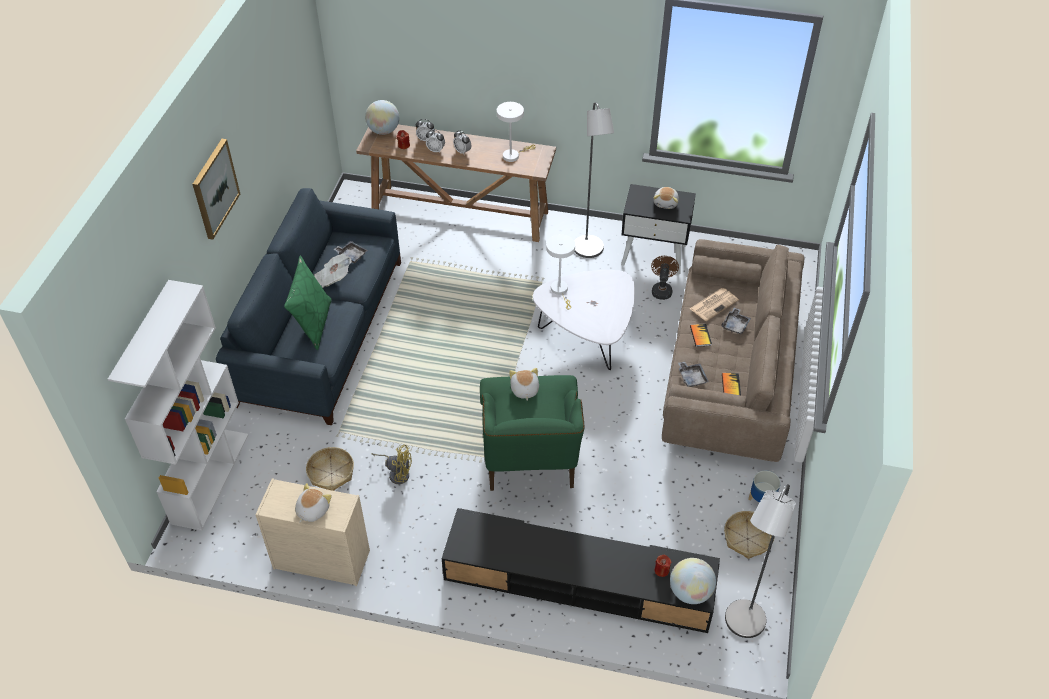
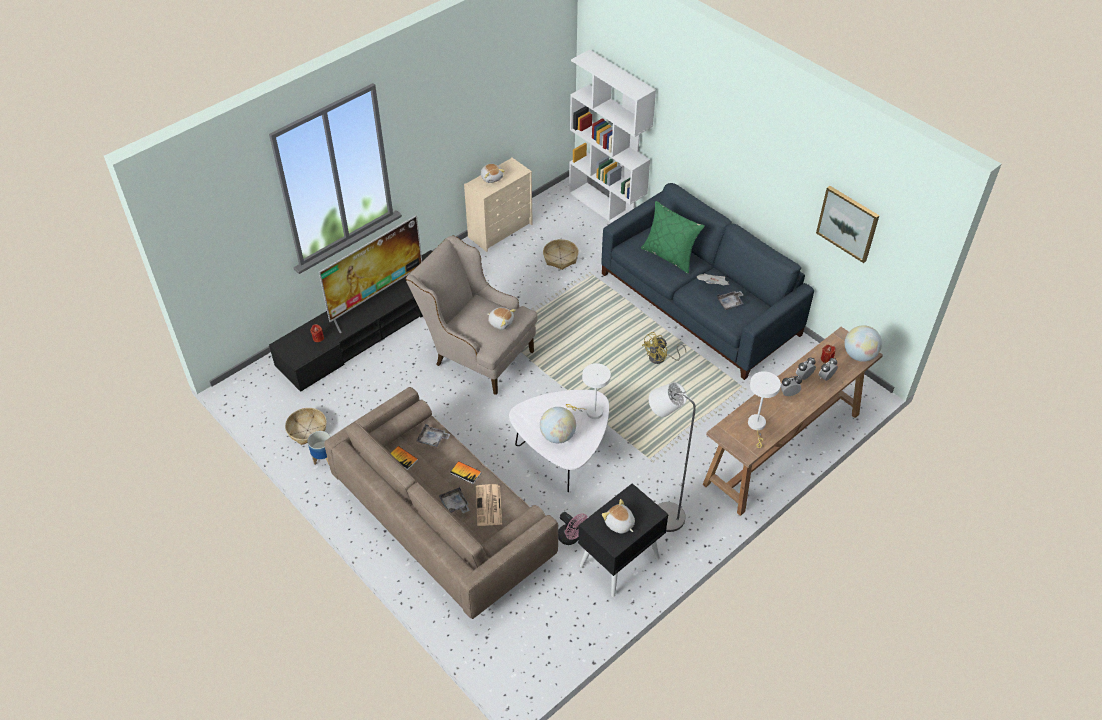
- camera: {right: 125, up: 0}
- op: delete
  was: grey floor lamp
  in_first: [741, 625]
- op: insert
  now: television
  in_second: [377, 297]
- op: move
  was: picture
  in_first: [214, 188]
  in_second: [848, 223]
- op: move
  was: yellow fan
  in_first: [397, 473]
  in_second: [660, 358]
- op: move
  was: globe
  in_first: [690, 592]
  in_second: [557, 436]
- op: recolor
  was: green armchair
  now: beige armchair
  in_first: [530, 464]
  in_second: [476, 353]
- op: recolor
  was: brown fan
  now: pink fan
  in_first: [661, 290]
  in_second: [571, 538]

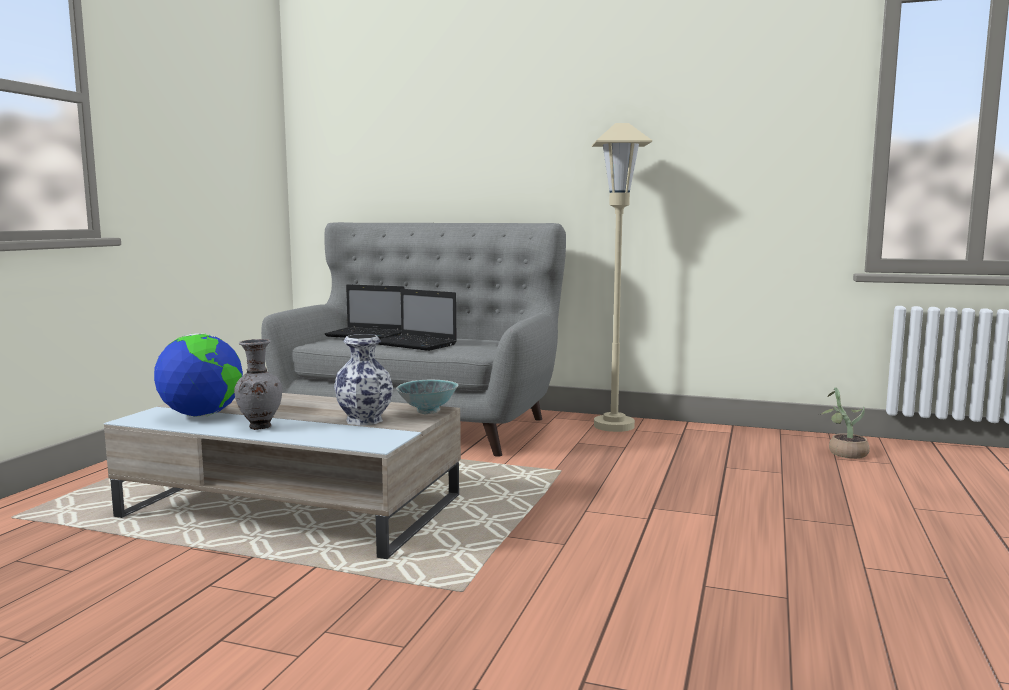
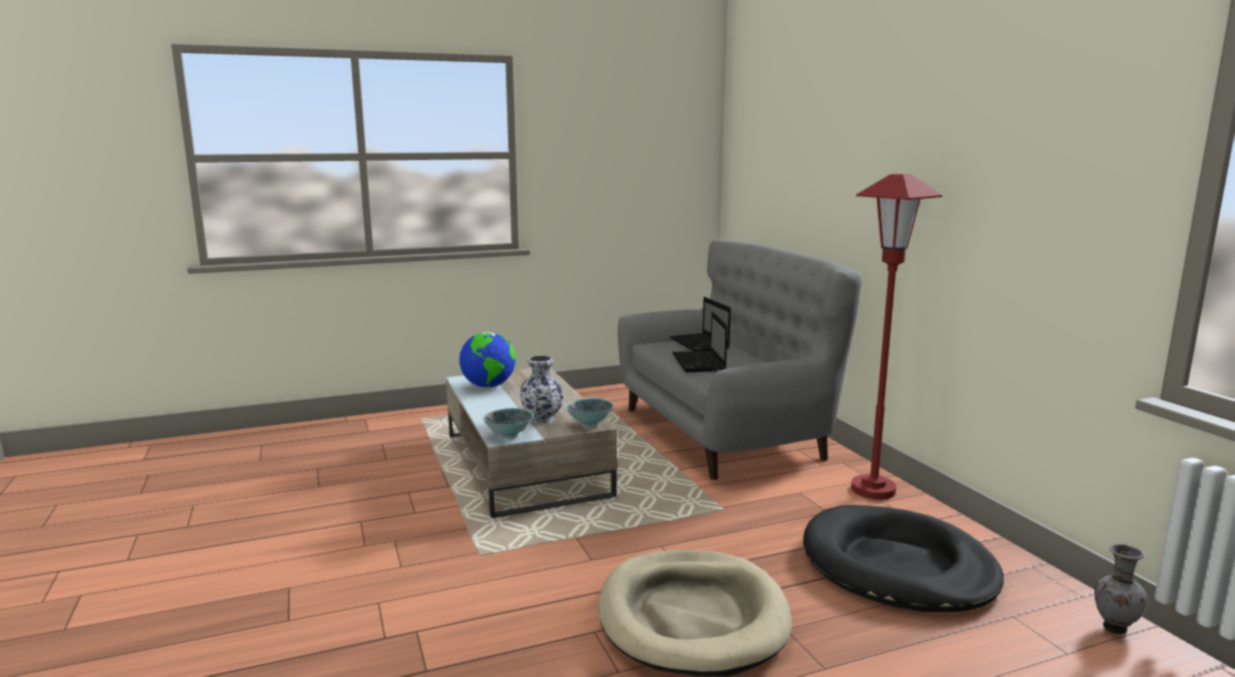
- camera: {right: 50, up: 5}
- op: delete
  was: potted plant
  in_first: [843, 453]
- op: insert
  now: bowl
  in_second: [509, 436]
- op: insert
  now: beige dog bed
  in_second: [692, 617]
- op: insert
  now: black dog bed
  in_second: [897, 566]
- op: move
  was: grey vase
  in_first: [259, 427]
  in_second: [1113, 627]
- op: recolor
  was: beige floor lamp
  now: red floor lamp
  in_first: [614, 426]
  in_second: [873, 490]

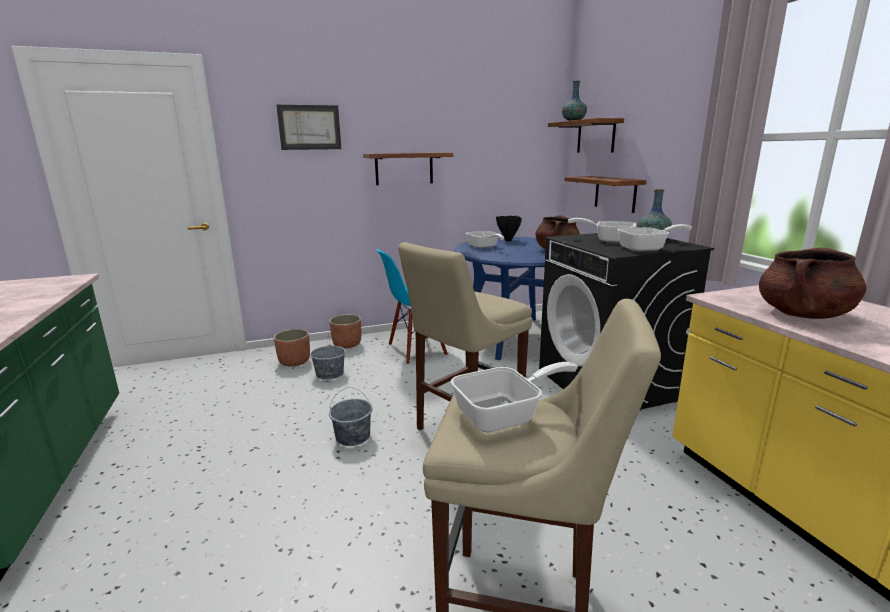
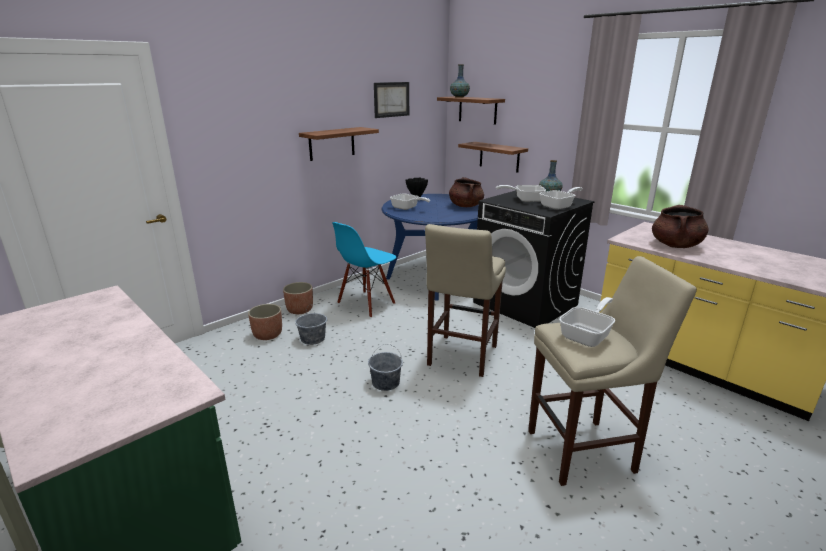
- camera: {right: -25, up: 5}
- op: move
  was: picture
  in_first: [309, 127]
  in_second: [391, 99]

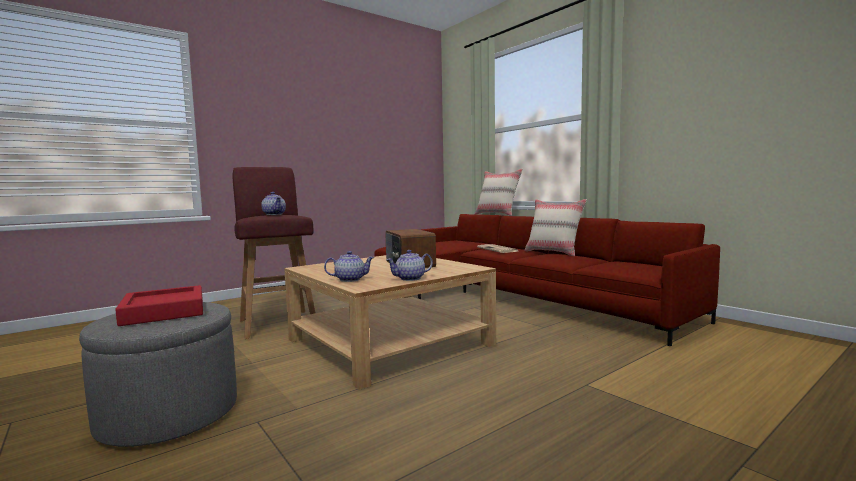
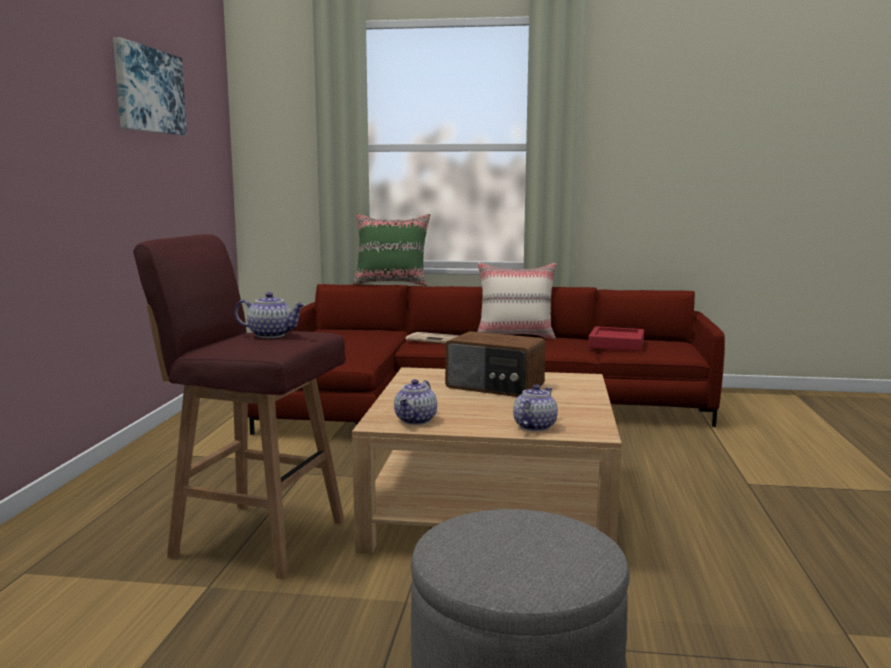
- camera: {right: -45, up: 5}
- op: insert
  now: picture
  in_second: [148, 90]
- op: move
  was: red tray
  in_first: [164, 312]
  in_second: [616, 344]
- op: move
  was: teapot
  in_first: [410, 278]
  in_second: [416, 420]
- op: recolor
  was: beige pillow
  now: green pillow
  in_first: [497, 214]
  in_second: [392, 284]

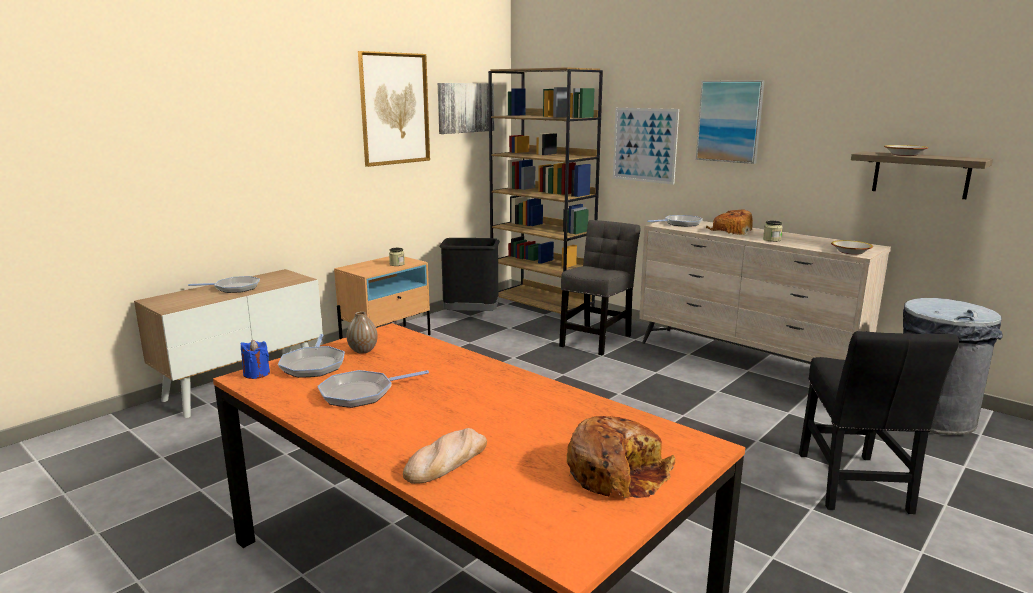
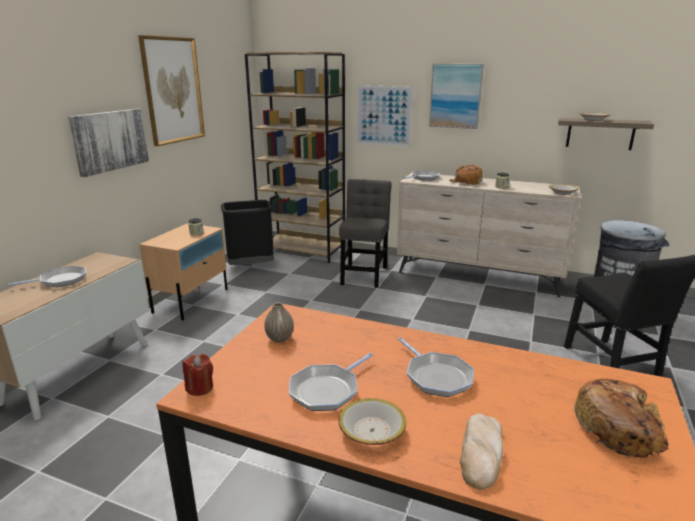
- camera: {right: -20, up: 5}
- op: insert
  now: bowl
  in_second: [372, 431]
- op: move
  was: frying pan
  in_first: [313, 365]
  in_second: [436, 376]
- op: move
  was: picture
  in_first: [465, 107]
  in_second: [110, 140]
- op: recolor
  was: blue candle
  now: red candle
  in_first: [256, 374]
  in_second: [199, 388]

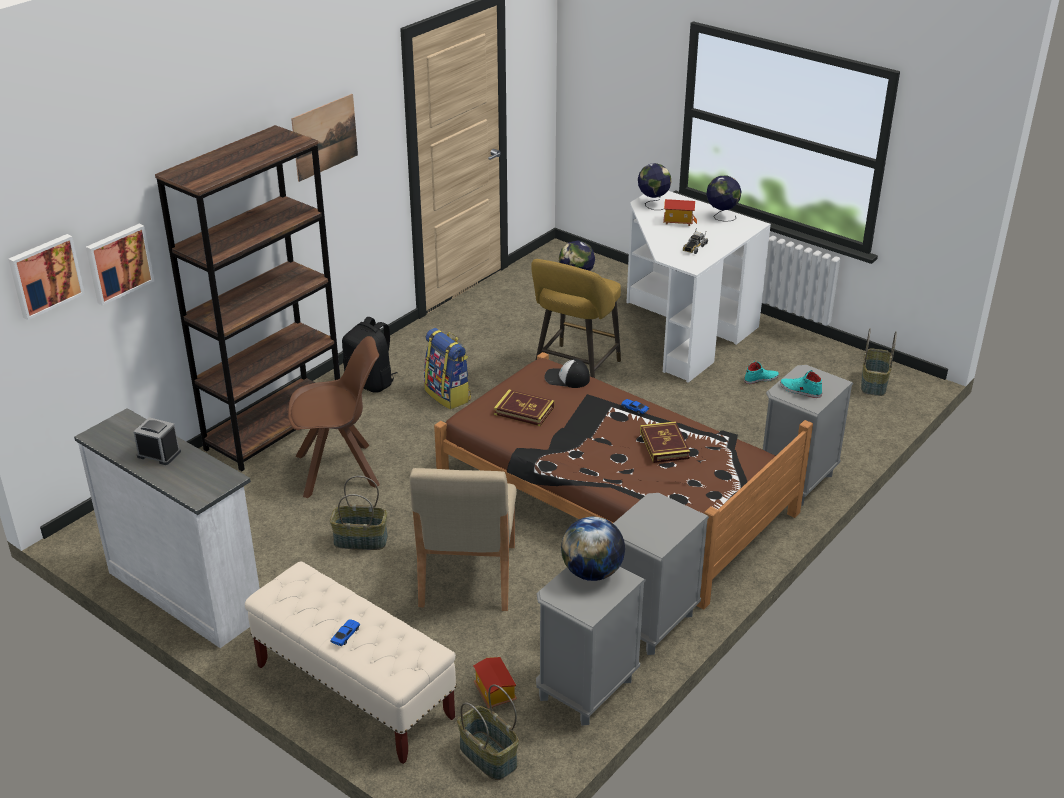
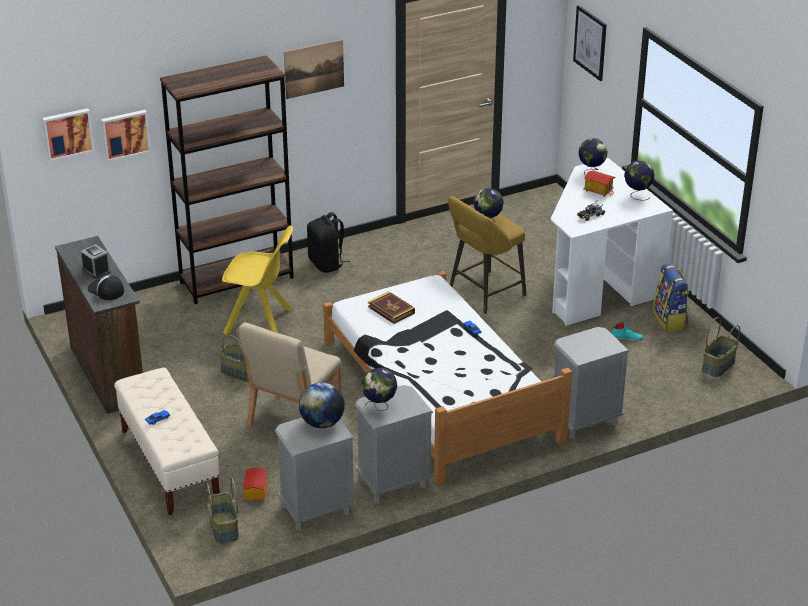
- camera: {right: 25, up: 0}
- op: delete
  was: book
  in_first: [664, 445]
- op: delete
  was: turquoise shoe
  in_first: [800, 390]
- op: insert
  now: globe
  in_second: [379, 407]
- op: insert
  now: picture
  in_second: [590, 42]
- op: move
  was: backpack
  in_first: [448, 395]
  in_second: [670, 320]
- op: move
  was: cap
  in_first: [567, 378]
  in_second: [106, 290]
- op: recolor
  was: white dresser
  now: brown dresser
  in_first: [186, 592]
  in_second: [109, 373]
- op: recolor
  was: brown chair
  now: yellow chair
  in_first: [340, 470]
  in_second: [260, 321]
- op: recolor
  was: brown bed
  now: white bed
  in_first: [614, 493]
  in_second: [440, 390]

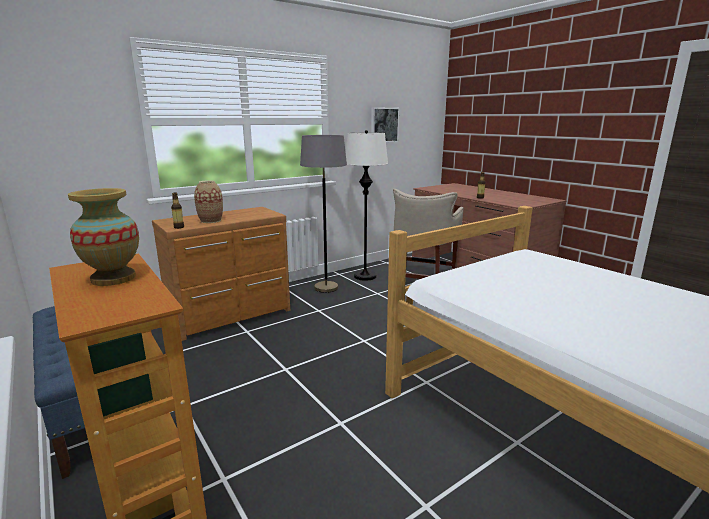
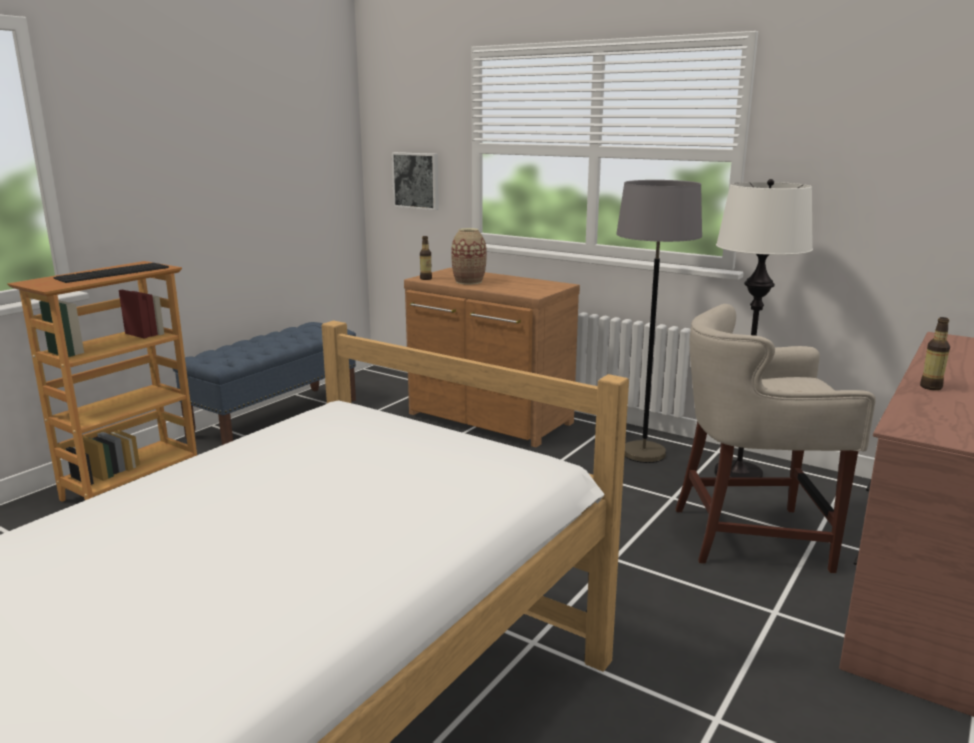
- camera: {right: 70, up: 0}
- op: move
  was: picture
  in_first: [383, 125]
  in_second: [417, 180]
- op: replace
  was: vase
  now: keyboard
  in_first: [113, 278]
  in_second: [113, 273]

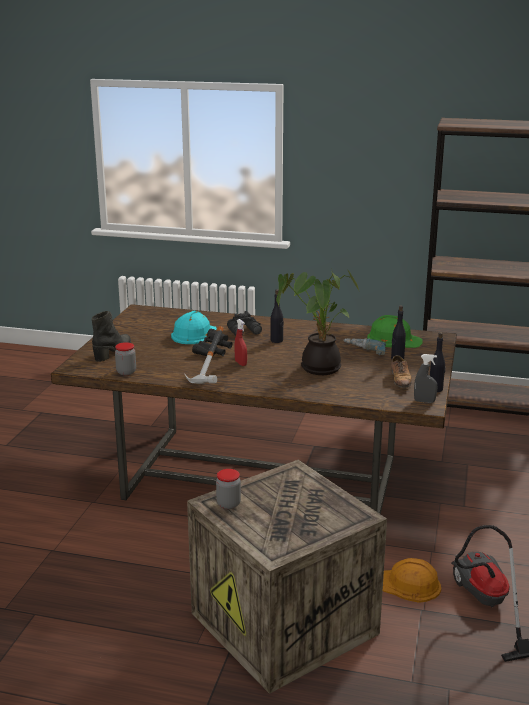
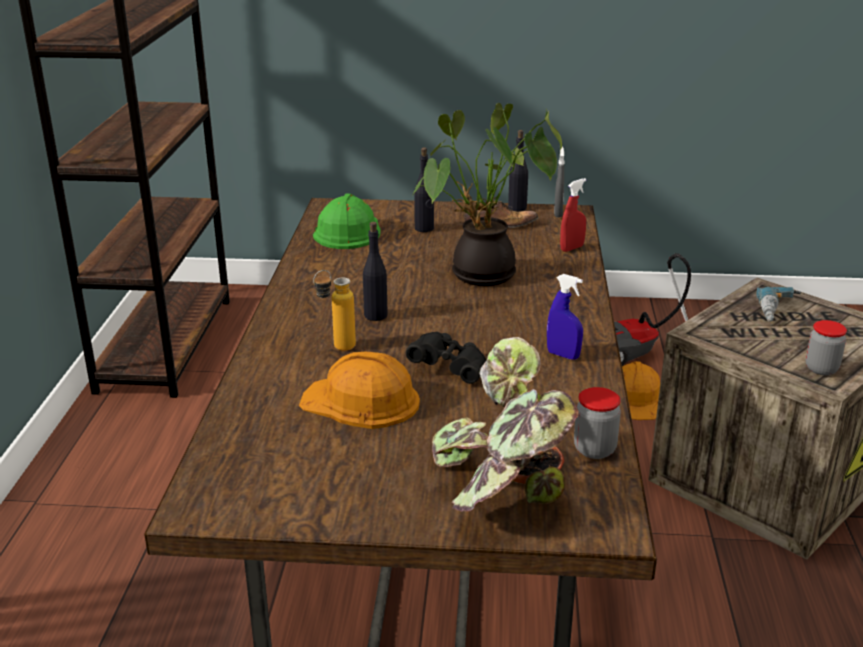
- camera: {right: -100, up: 5}
- op: move
  was: red spray bottle
  in_first: [240, 363]
  in_second: [572, 248]
- op: move
  was: power drill
  in_first: [363, 351]
  in_second: [780, 312]
- op: replace
  was: black boot
  now: potted plant
  in_first: [113, 352]
  in_second: [500, 488]
- op: replace
  was: hammer
  now: blue spray bottle
  in_first: [213, 376]
  in_second: [563, 355]
- op: replace
  was: black binoculars
  now: bottle
  in_first: [245, 331]
  in_second: [336, 348]
- op: recolor
  was: turquoise hard hat
  now: orange hard hat
  in_first: [194, 334]
  in_second: [361, 401]

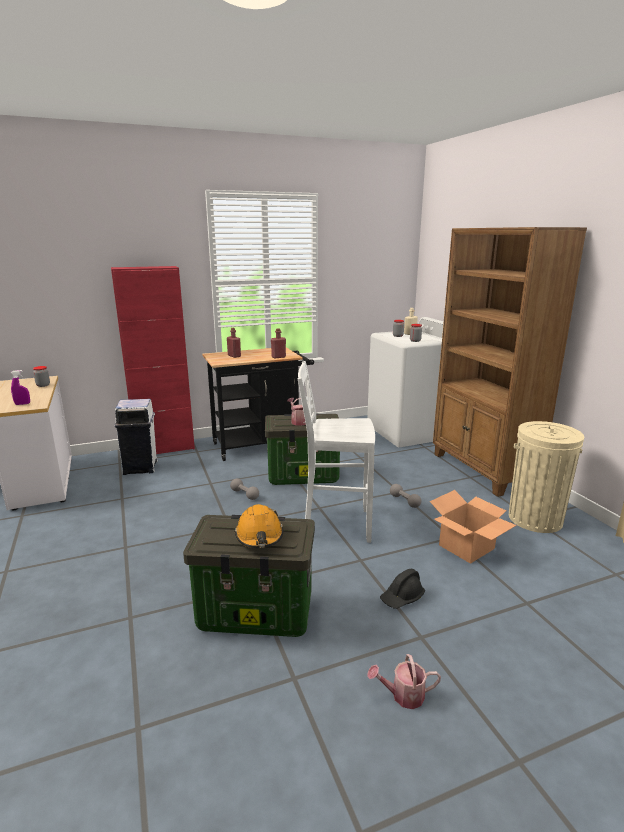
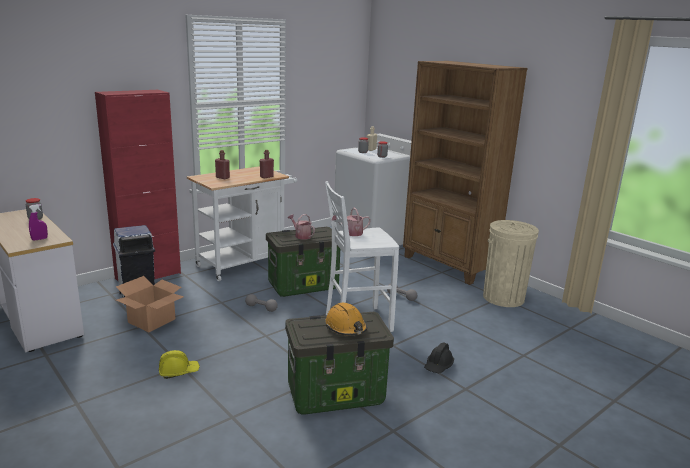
- camera: {right: -20, up: 0}
- op: insert
  now: yellow hard hat
  in_second: [179, 371]
- op: move
  was: watering can
  in_first: [403, 695]
  in_second: [351, 233]
- op: move
  was: cardboard box
  in_first: [466, 546]
  in_second: [152, 320]
- op: recolor
  was: black cart
  now: white cart
  in_first: [261, 445]
  in_second: [245, 263]

